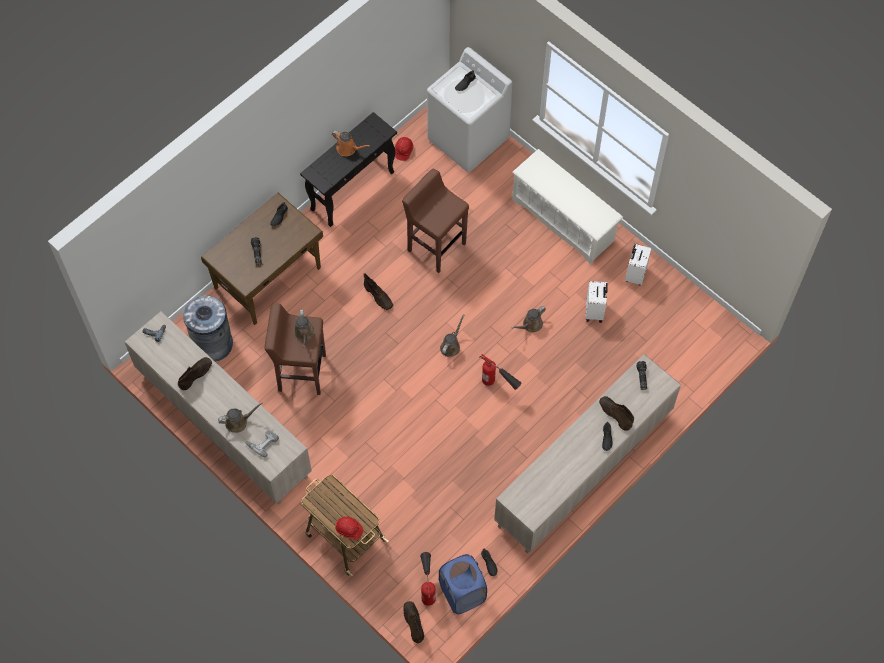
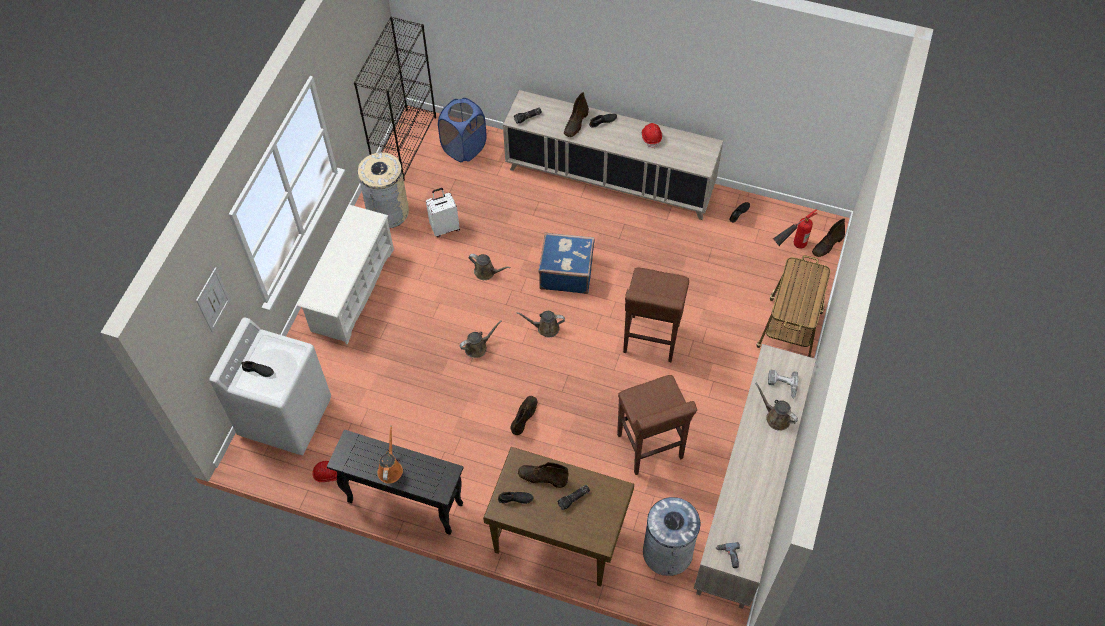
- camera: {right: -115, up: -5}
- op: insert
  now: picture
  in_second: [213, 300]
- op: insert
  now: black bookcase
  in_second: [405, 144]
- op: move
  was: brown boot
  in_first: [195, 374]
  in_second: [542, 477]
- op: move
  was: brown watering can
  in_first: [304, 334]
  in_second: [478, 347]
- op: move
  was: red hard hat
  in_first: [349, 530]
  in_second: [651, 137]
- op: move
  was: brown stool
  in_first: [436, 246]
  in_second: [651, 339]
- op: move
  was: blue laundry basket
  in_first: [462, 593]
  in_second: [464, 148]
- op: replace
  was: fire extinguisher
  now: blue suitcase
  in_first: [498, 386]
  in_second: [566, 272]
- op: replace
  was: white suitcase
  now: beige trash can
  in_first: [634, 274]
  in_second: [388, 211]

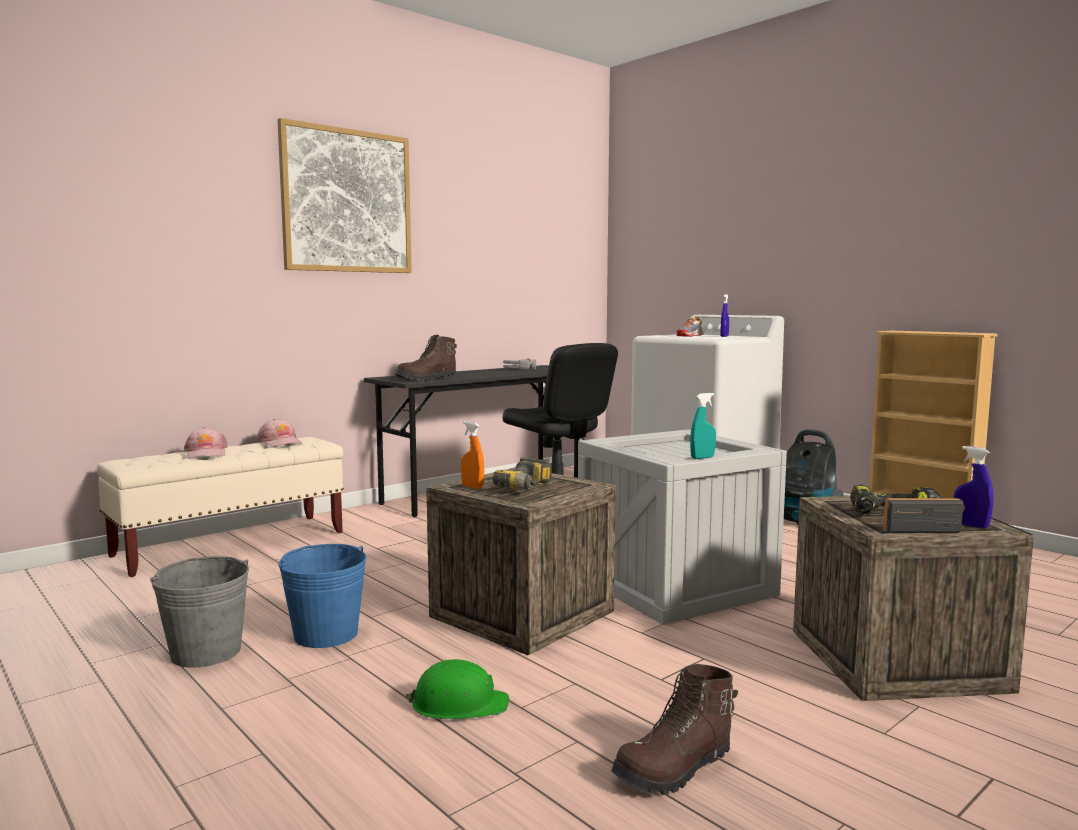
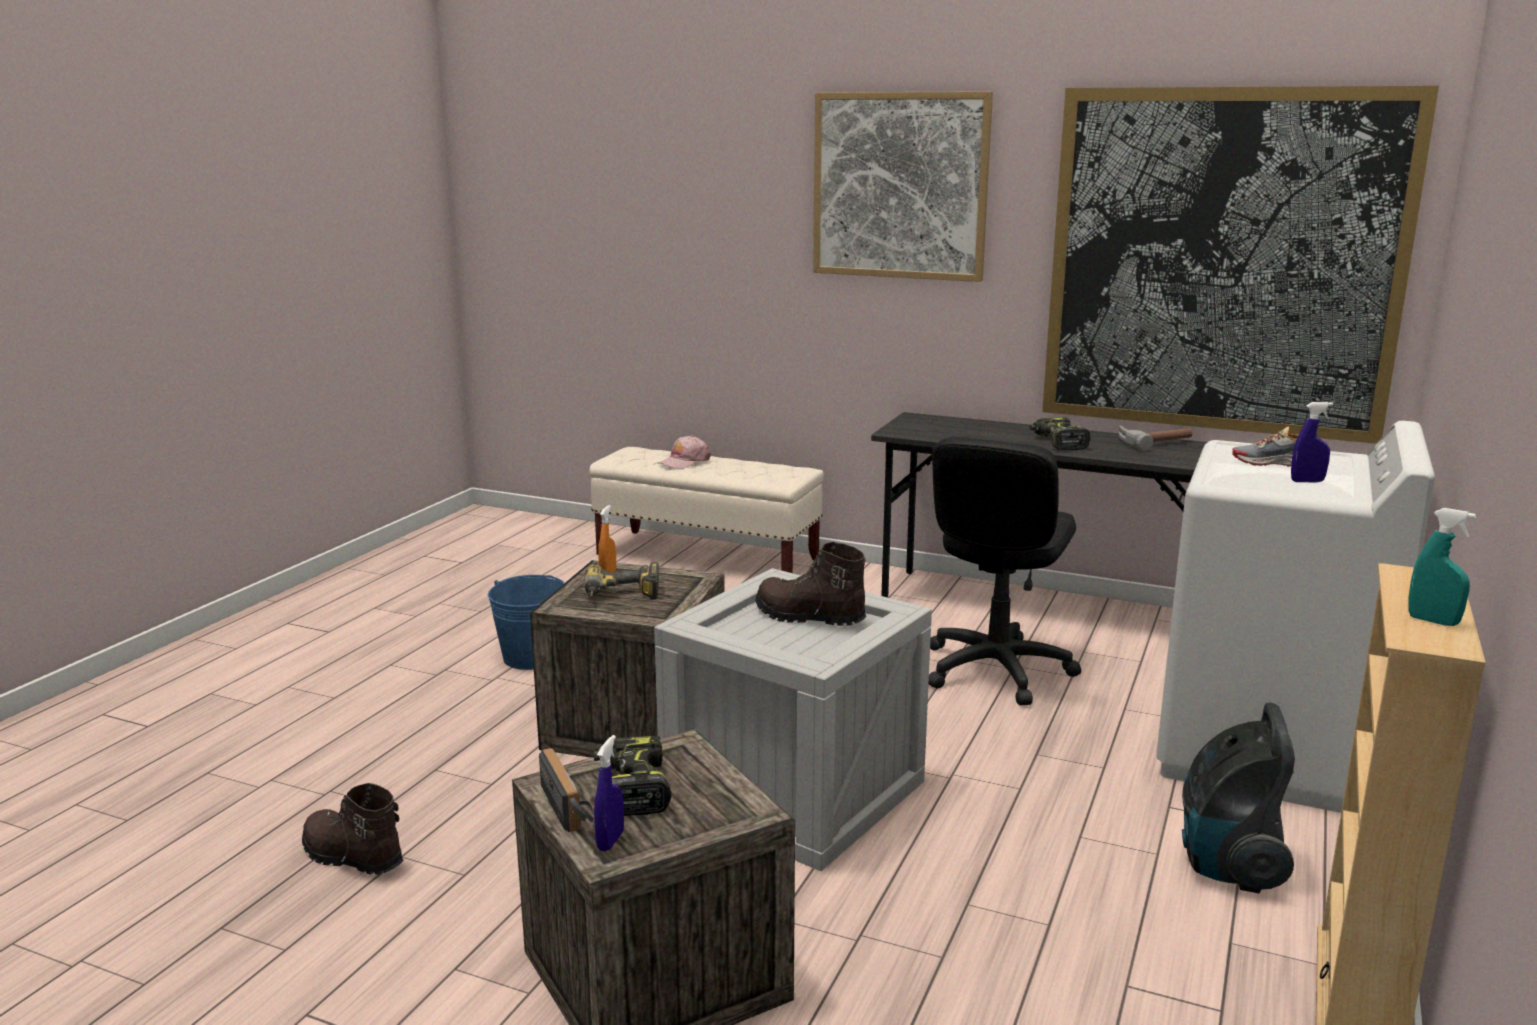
- camera: {right: 65, up: 10}
- op: delete
  was: grey bucket
  in_first: [206, 652]
- op: delete
  was: pink cap
  in_first: [280, 442]
- op: delete
  was: green hard hat
  in_first: [459, 704]
- op: insert
  now: power drill
  in_second: [1057, 443]
- op: insert
  now: picture
  in_second: [1223, 262]
- op: move
  was: brown boot
  in_first: [427, 379]
  in_second: [808, 617]
- op: move
  was: turquoise spray bottle
  in_first: [702, 458]
  in_second: [1433, 621]

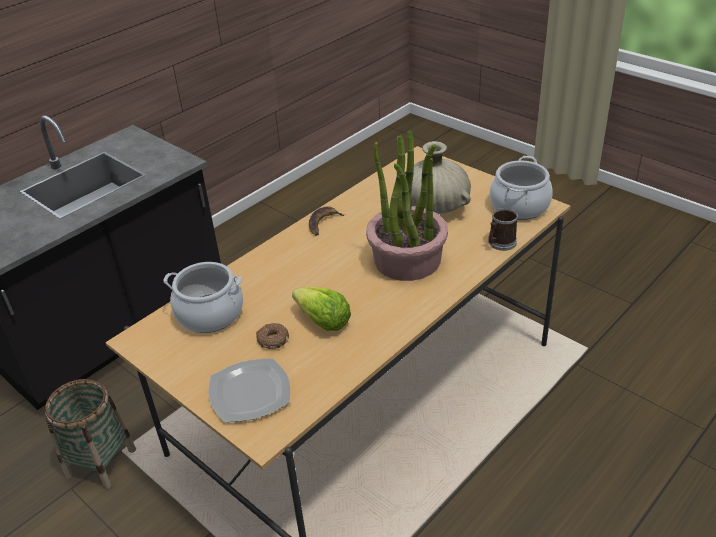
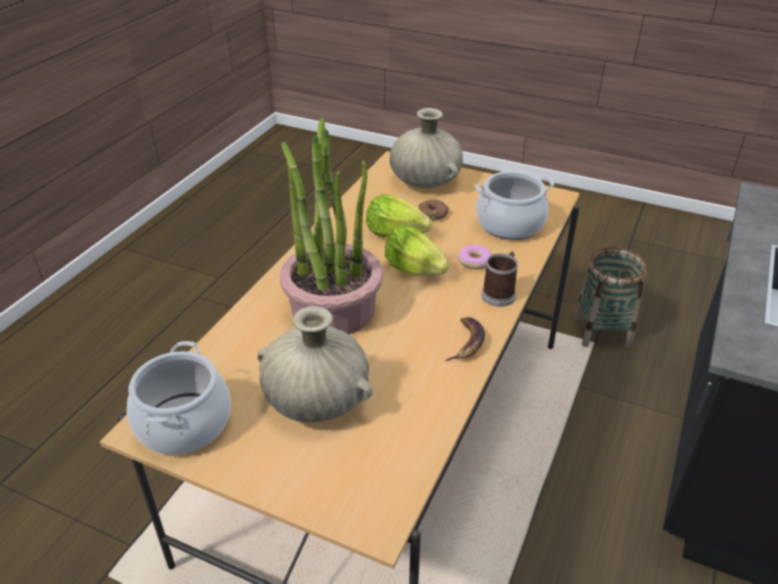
- camera: {right: 160, up: 0}
- op: insert
  now: lettuce
  in_second: [414, 269]
- op: insert
  now: donut
  in_second: [474, 261]
- op: move
  was: mug
  in_first: [500, 243]
  in_second: [500, 293]
- op: replace
  was: plate
  now: beige vase
  in_first: [249, 392]
  in_second: [425, 180]

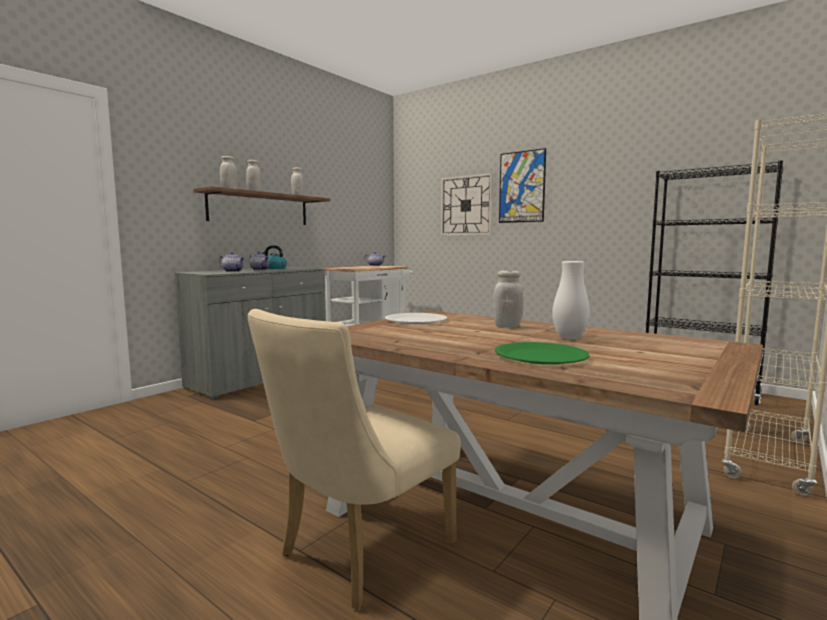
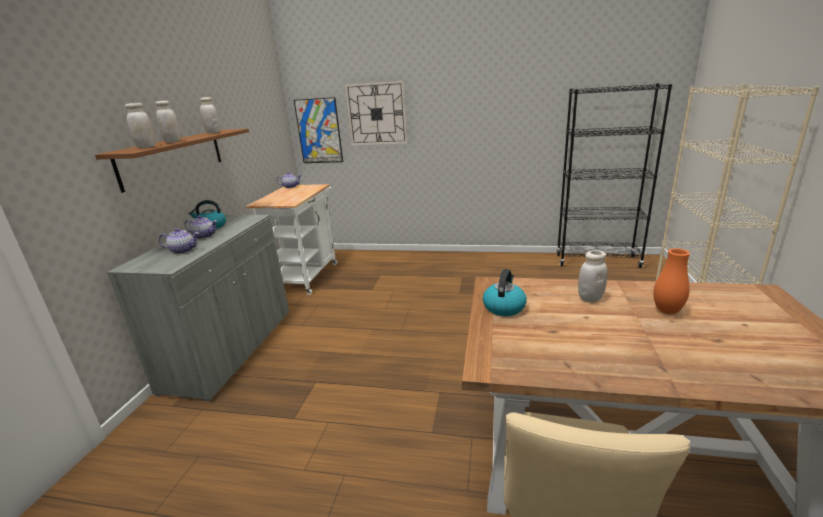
- camera: {right: -25, up: 15}
- op: delete
  was: green plate
  in_first: [541, 356]
- op: move
  was: picture
  in_first: [521, 187]
  in_second: [319, 131]
- op: replace
  was: white plate
  now: kettle
  in_first: [415, 320]
  in_second: [504, 307]
- op: recolor
  was: white vase
  now: orange vase
  in_first: [569, 338]
  in_second: [667, 311]

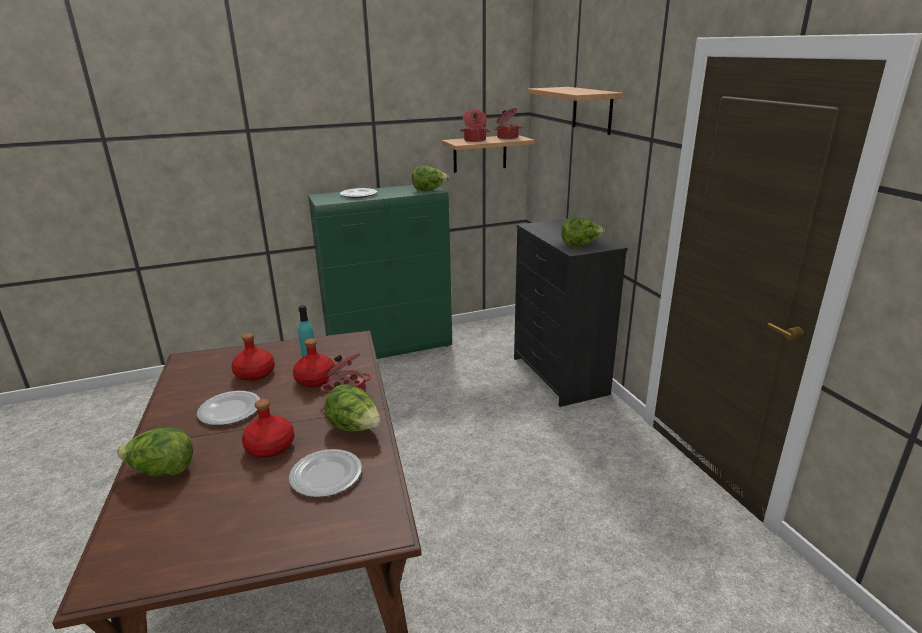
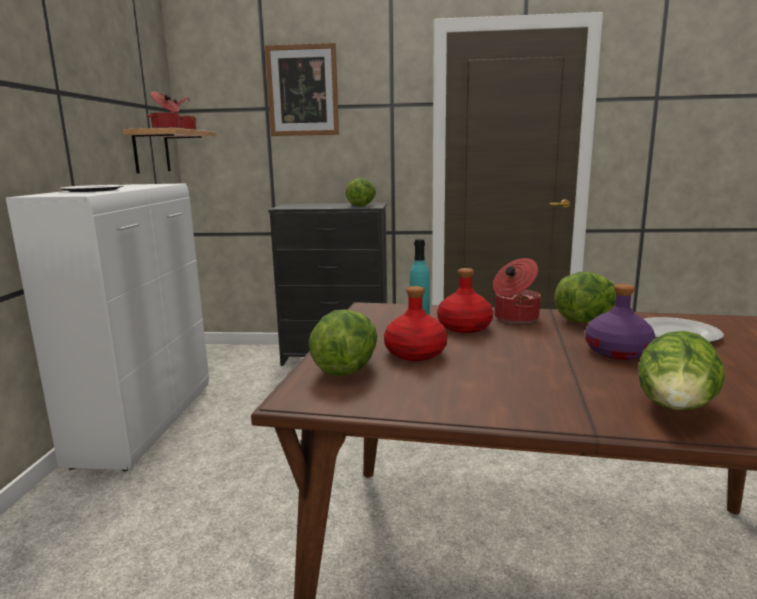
- camera: {right: -65, up: -10}
- op: delete
  was: plate
  in_first: [230, 410]
- op: move
  was: lettuce
  in_first: [429, 190]
  in_second: [346, 367]
- op: replace
  was: shelf
  now: picture
  in_first: [592, 110]
  in_second: [302, 90]
- op: recolor
  was: red bottle
  now: purple bottle
  in_first: [270, 447]
  in_second: [618, 352]
- op: recolor
  was: green cabinet
  now: white cabinet
  in_first: [391, 348]
  in_second: [146, 423]

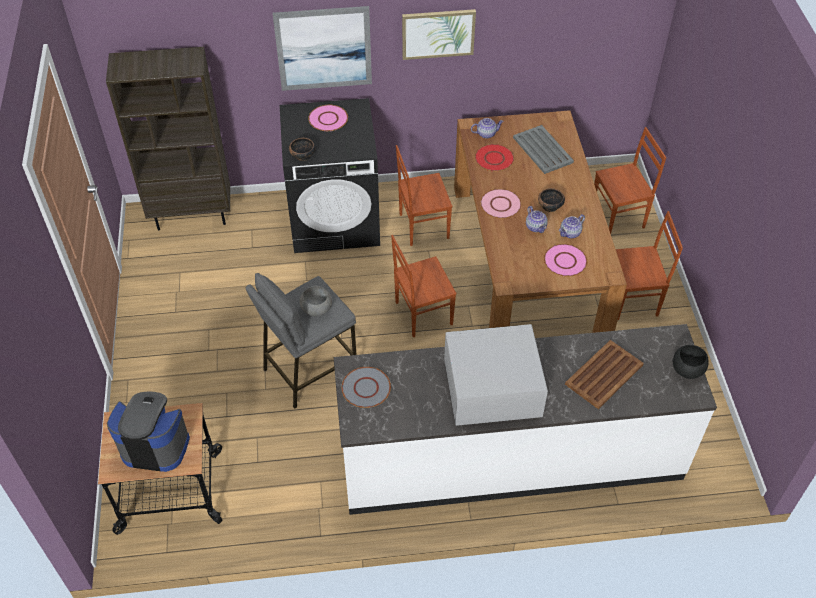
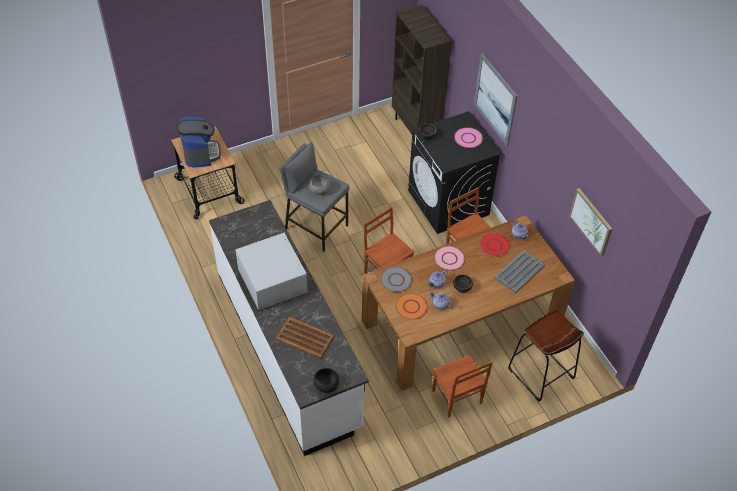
- camera: {right: 70, up: 0}
- op: move
  was: grey plate
  in_first: [366, 388]
  in_second: [396, 280]
- op: move
  was: picture
  in_first: [438, 33]
  in_second: [591, 221]
- op: replace
  was: brown chair
  now: brown stool
  in_first: [618, 217]
  in_second: [541, 374]
- op: recolor
  was: pink plate
  now: orange plate
  in_first: [565, 261]
  in_second: [411, 307]

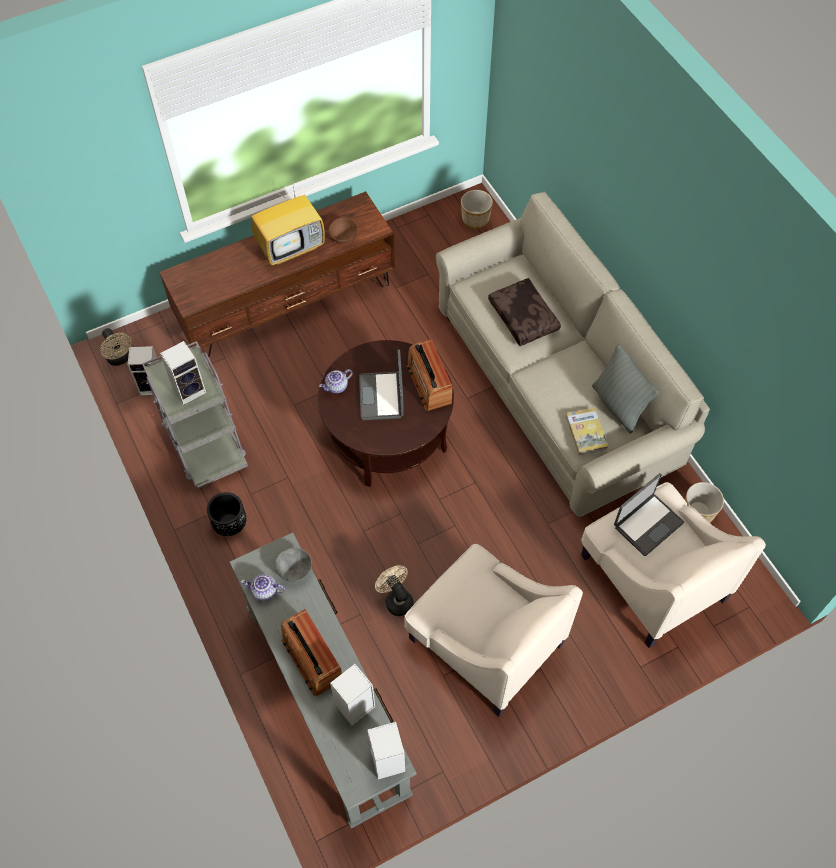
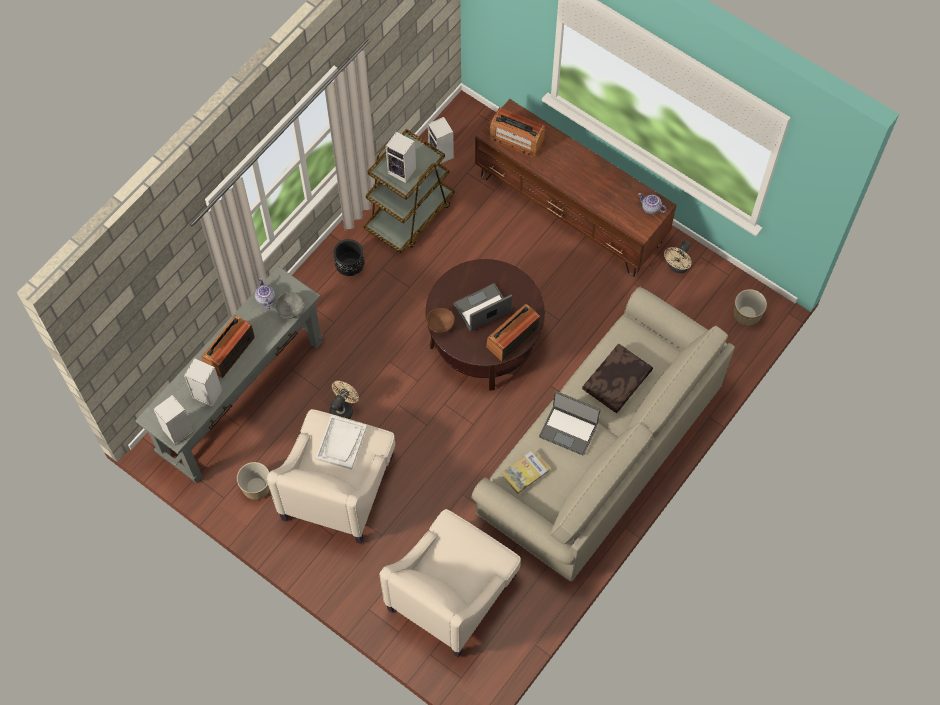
- camera: {right: 65, up: 5}
- op: delete
  was: television
  in_first: [291, 247]
- op: delete
  was: grey pillow
  in_first: [618, 405]
- op: insert
  now: white tray
  in_second: [341, 443]
- op: insert
  now: radio
  in_second: [516, 140]
- op: move
  was: beige fan
  in_first: [120, 359]
  in_second: [677, 267]
- op: move
  was: teapot
  in_first: [336, 387]
  in_second: [650, 208]
- op: move
  was: brown bowl
  in_first: [344, 237]
  in_second: [441, 325]
- op: move
  was: laptop
  in_first: [647, 523]
  in_second: [568, 430]
- op: move
  was: planter
  in_first: [699, 512]
  in_second: [256, 487]
- op: recolor
  was: grey cart
  now: brown cart
  in_first: [204, 443]
  in_second: [410, 215]

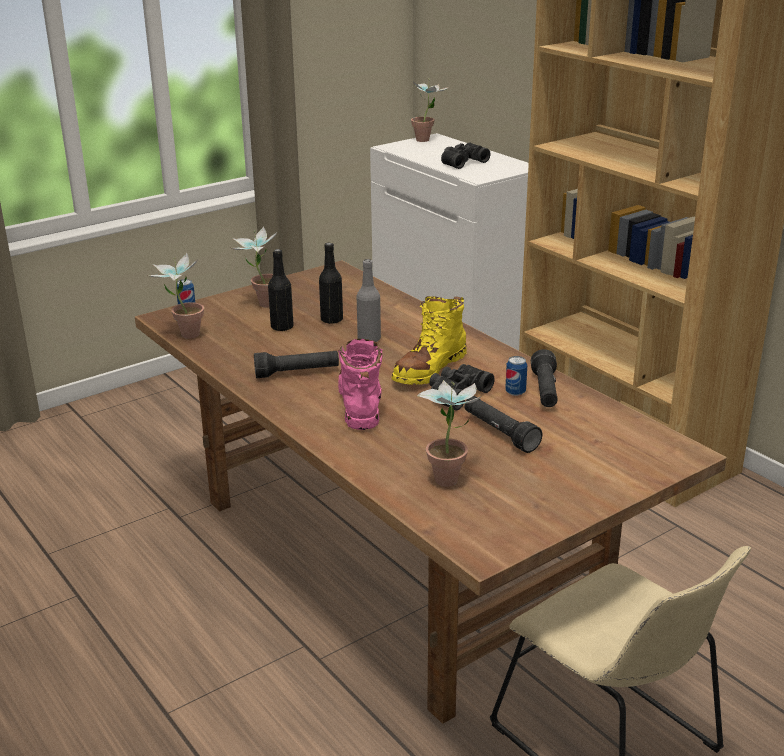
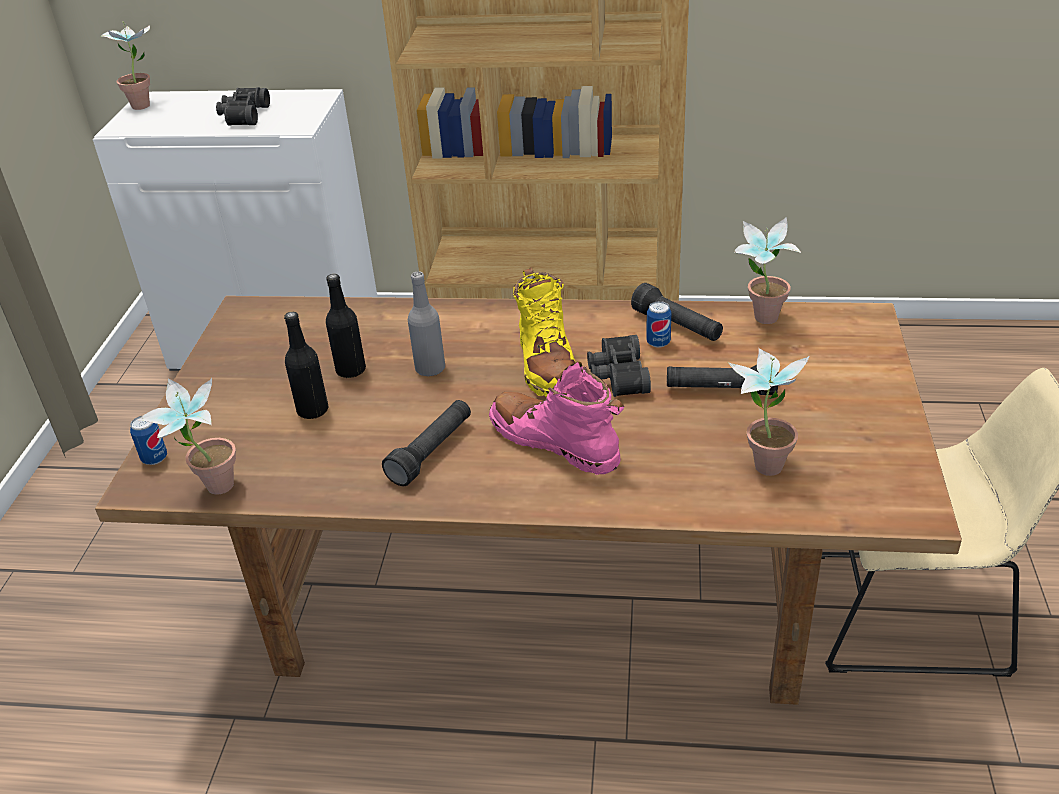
- camera: {right: -45, up: 10}
- op: move
  was: potted plant
  in_first: [261, 303]
  in_second: [760, 321]

